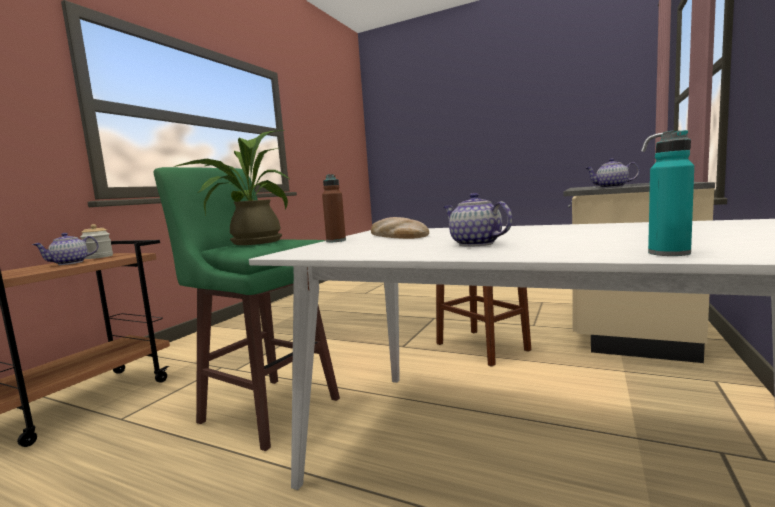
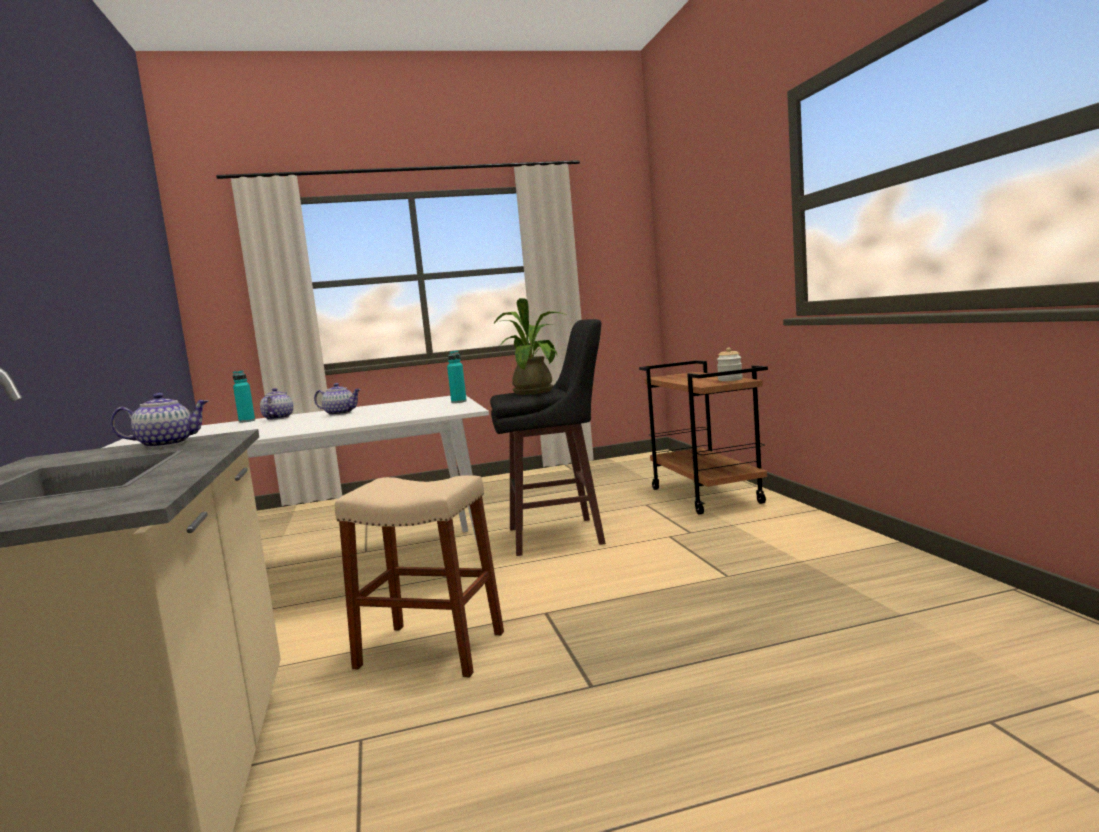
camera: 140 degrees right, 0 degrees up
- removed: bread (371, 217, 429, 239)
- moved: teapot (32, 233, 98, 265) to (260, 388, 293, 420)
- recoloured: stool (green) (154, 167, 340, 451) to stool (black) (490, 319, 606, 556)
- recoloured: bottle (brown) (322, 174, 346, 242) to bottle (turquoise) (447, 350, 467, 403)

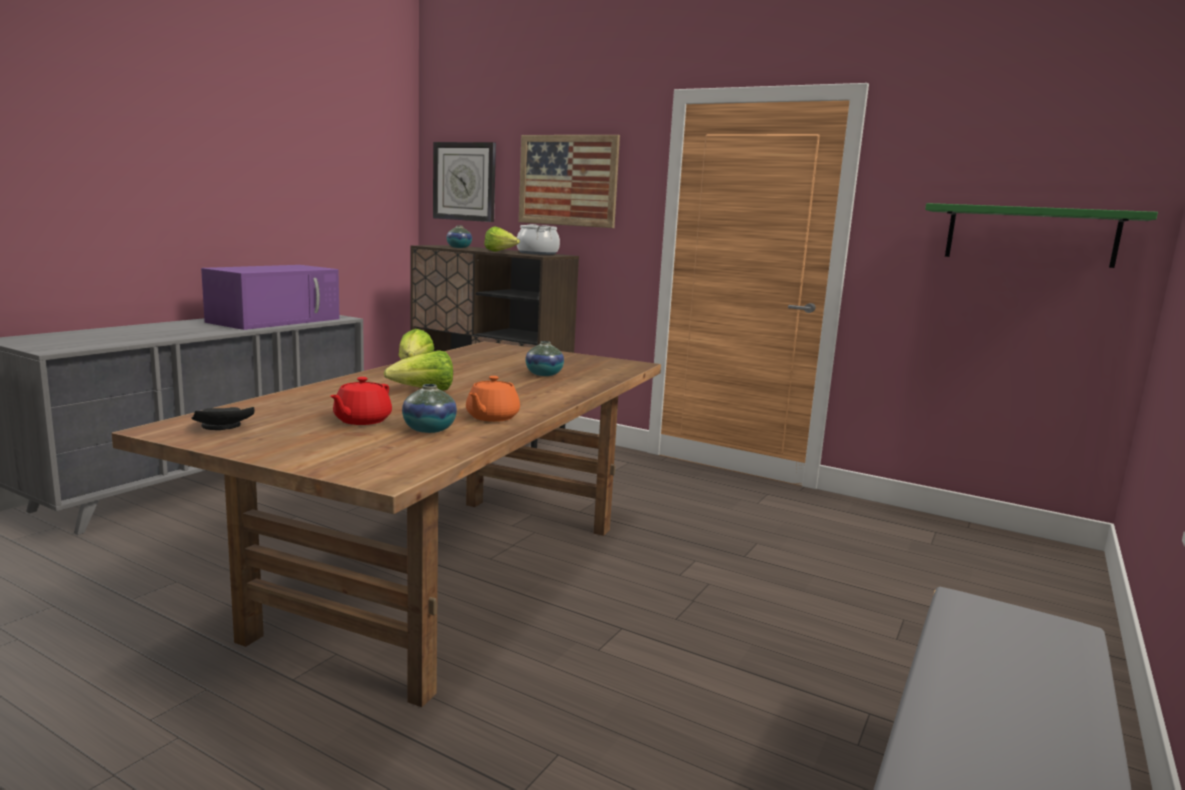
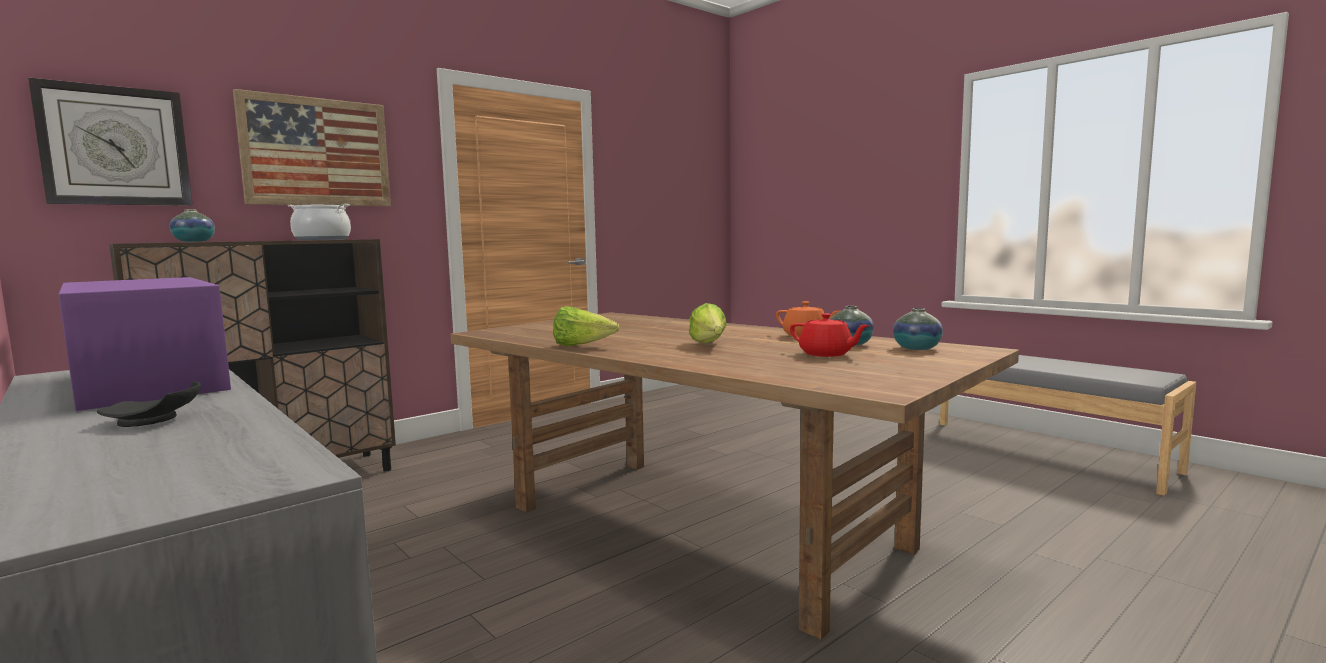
camera: 70 degrees left, 5 degrees down
- removed: lettuce (484, 227, 520, 252)
- removed: shelf (green) (925, 203, 1158, 268)
- moved: plate (black) (191, 407, 255, 430) to (97, 381, 201, 427)
- moved: vase (525, 341, 564, 376) to (893, 308, 943, 350)

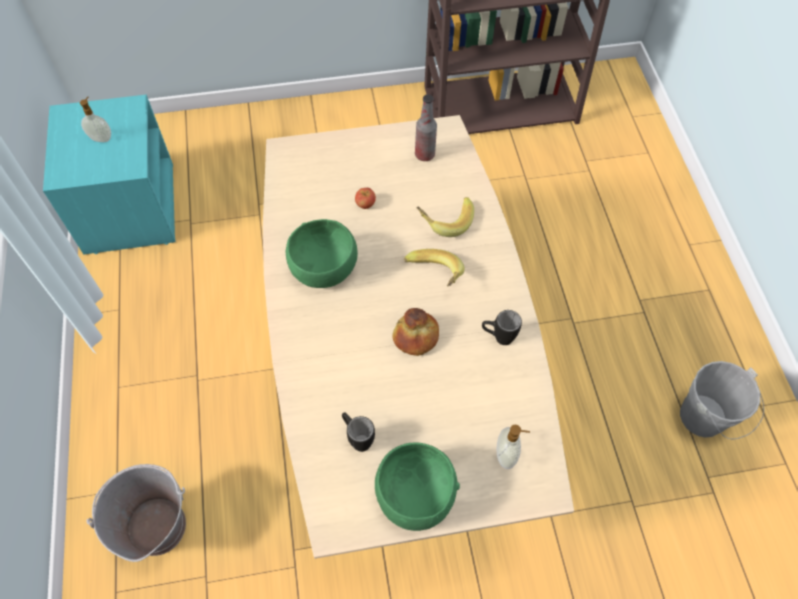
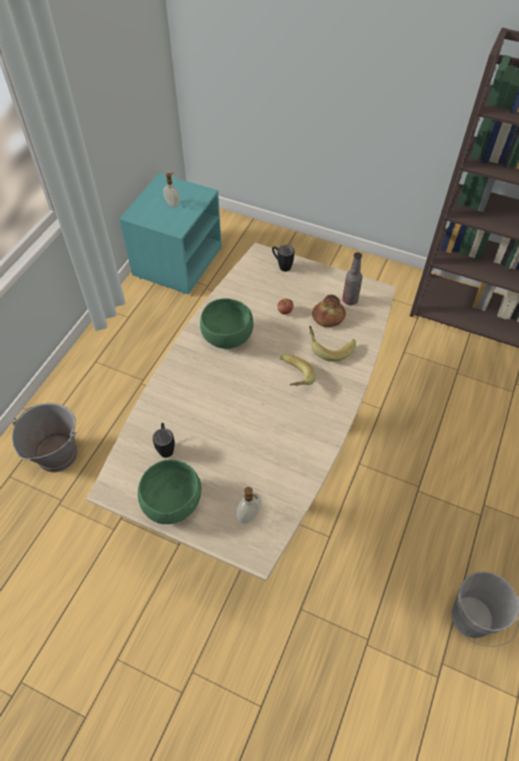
camera: 35 degrees right, 5 degrees down
- moved: bread (392, 308, 439, 356) to (312, 294, 346, 327)
- moved: mug (black) (482, 310, 522, 345) to (272, 245, 294, 272)

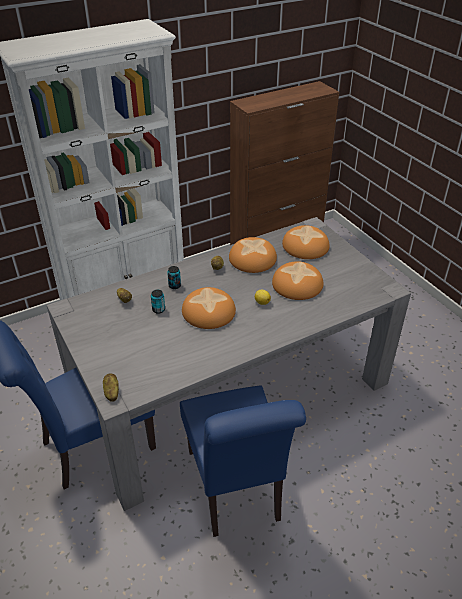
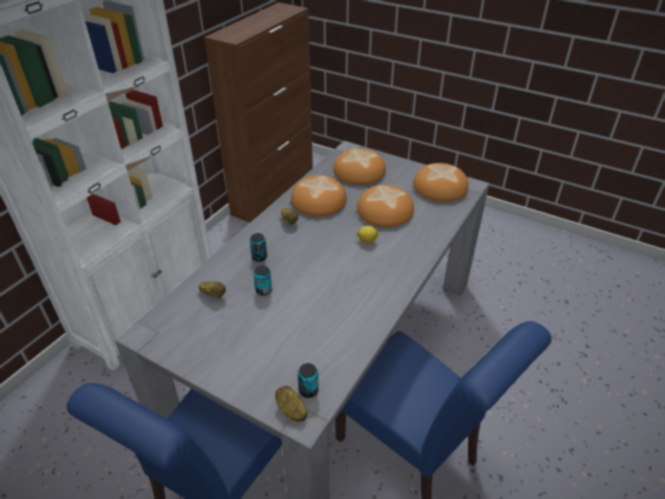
camera: 30 degrees left, 0 degrees up
- added: can (298, 363, 319, 398)
- moved: bread (182, 287, 236, 329) to (413, 163, 469, 201)

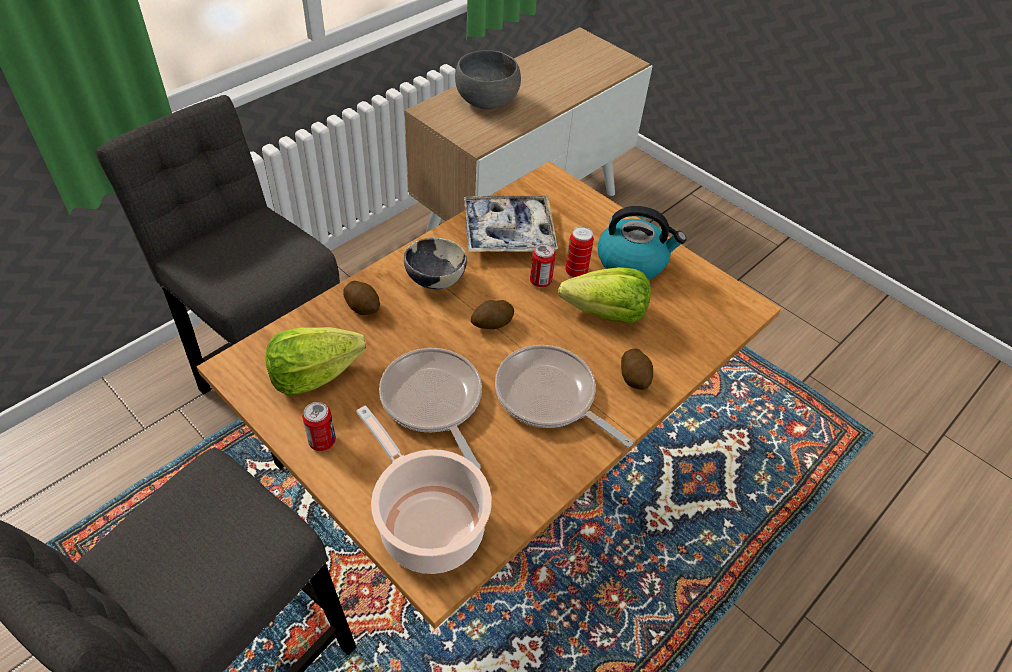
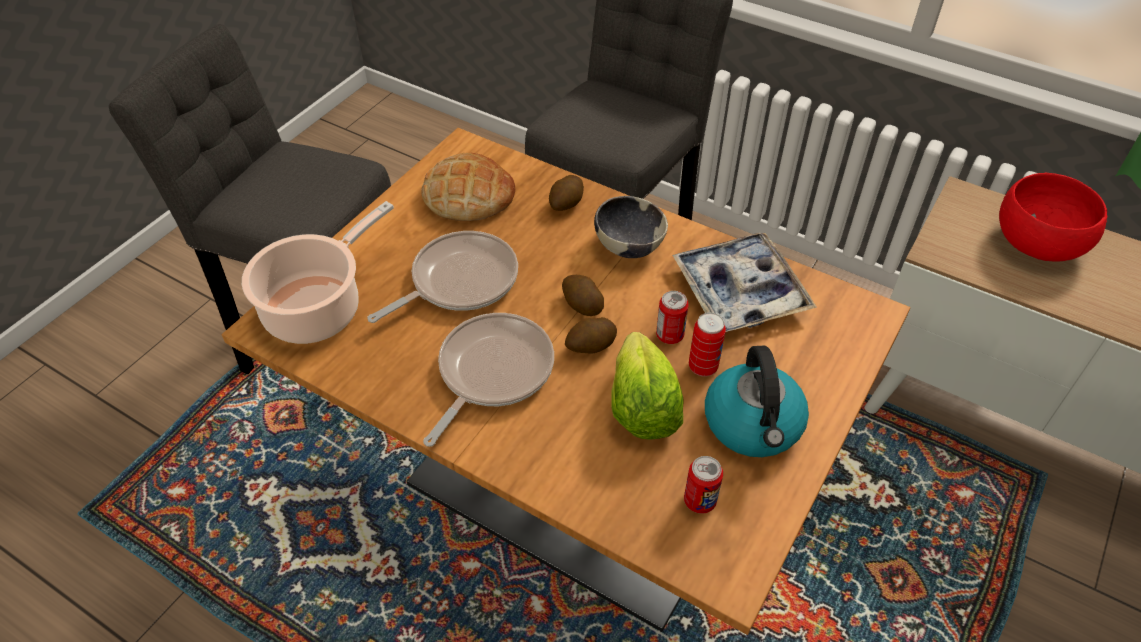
camera: 80 degrees right, 0 degrees up
- moved: can (302, 402, 336, 451) to (684, 456, 723, 514)
- moved: potato (621, 349, 653, 390) to (565, 317, 617, 353)
- replaced: lettuce (266, 327, 366, 395) to bread (421, 153, 515, 221)
- recoloured: bowl (grey) (455, 50, 521, 109) to bowl (red) (999, 173, 1107, 262)

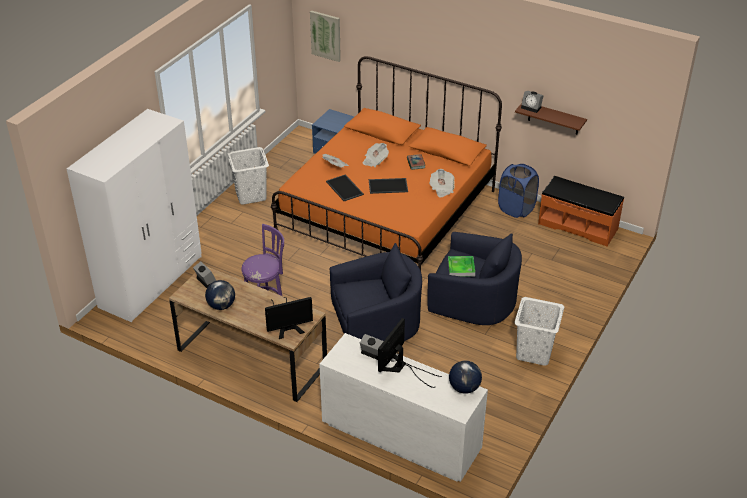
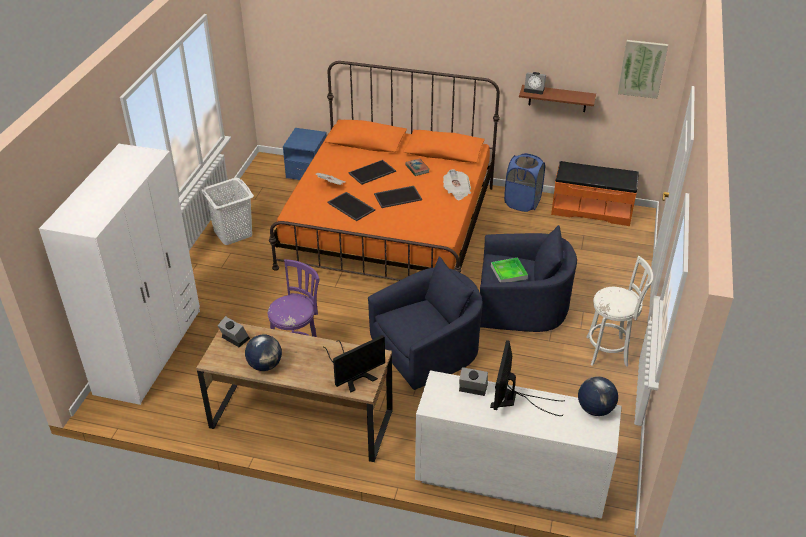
camera: 15 degrees left, 0 degrees up
- moved: picture (310, 10, 341, 62) to (618, 40, 668, 99)
- replaced: newspaper (362, 143, 389, 167) to tray (349, 160, 396, 185)
- replaced: laundry basket (white) (514, 297, 564, 366) to stool (white) (586, 256, 653, 367)

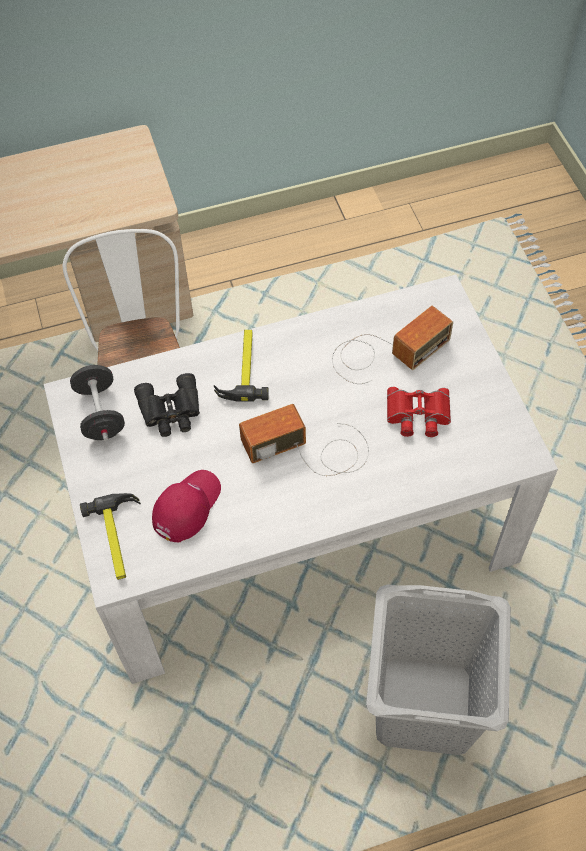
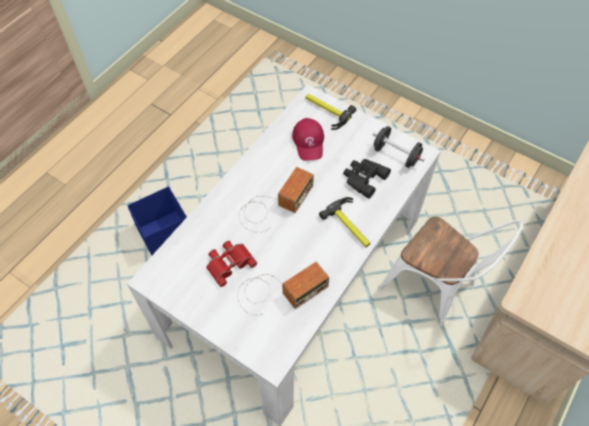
camera: 140 degrees right, 0 degrees up
- replaced: laundry basket (grey) (366, 584, 511, 755) to storage box (blue) (127, 186, 187, 255)
- turned: radio (332, 306, 453, 384) = (237, 262, 329, 316) 135 degrees counterclockwise

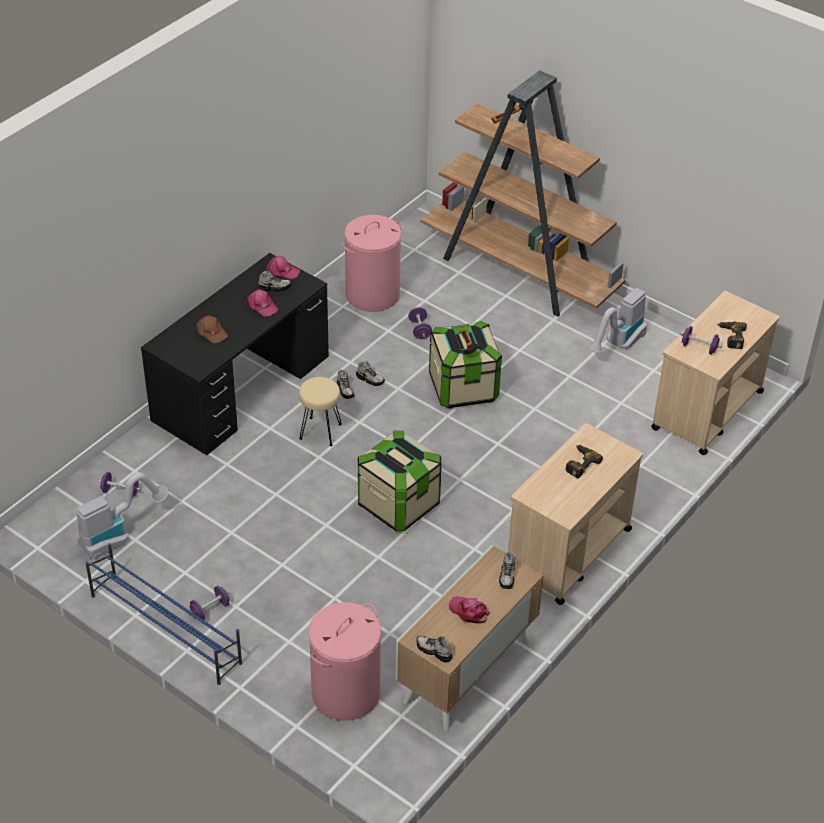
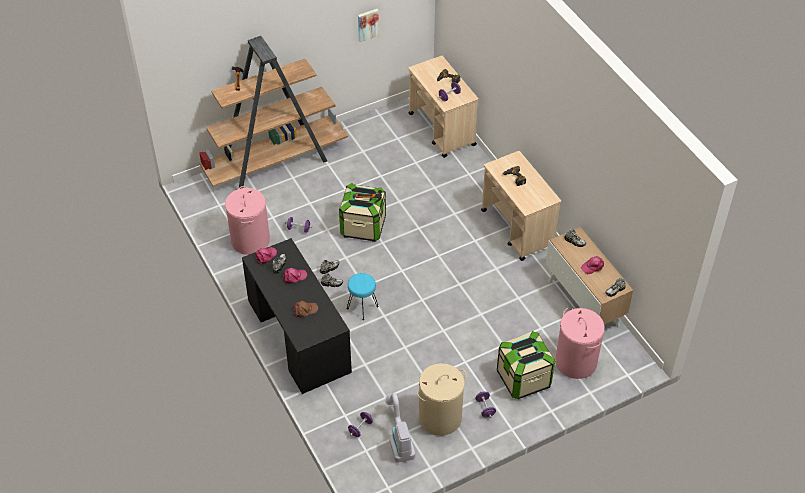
camera: 65 degrees left, 5 degrees up
- removed: shoe rack (blue) (86, 543, 242, 685)
- removed: vacuum cleaner (587, 288, 647, 353)
- added: picture (358, 9, 379, 42)
- added: laundry basket (beige) (417, 363, 467, 436)
- moved: storage box (358, 431, 442, 531) to (497, 331, 555, 399)
- recoloured: stool (beige) (299, 377, 342, 446) to stool (turquoise) (347, 273, 379, 320)

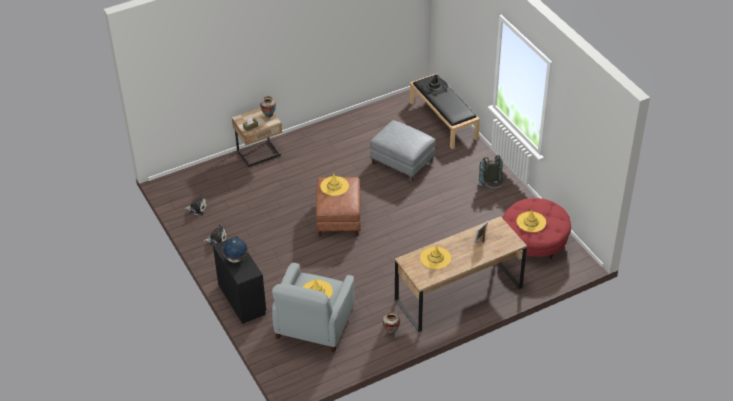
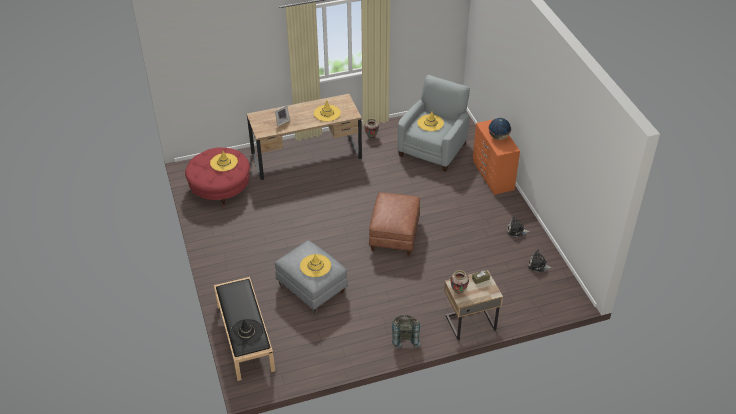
camera: 170 degrees left, 0 degrees up
- moved: hat (yellow) (320, 174, 349, 196) to (300, 254, 331, 277)
- moved: backpack (grey) (477, 155, 505, 189) to (392, 315, 420, 348)
- recoloured: dresser (black) (213, 236, 266, 324) to dresser (orange) (473, 119, 520, 195)

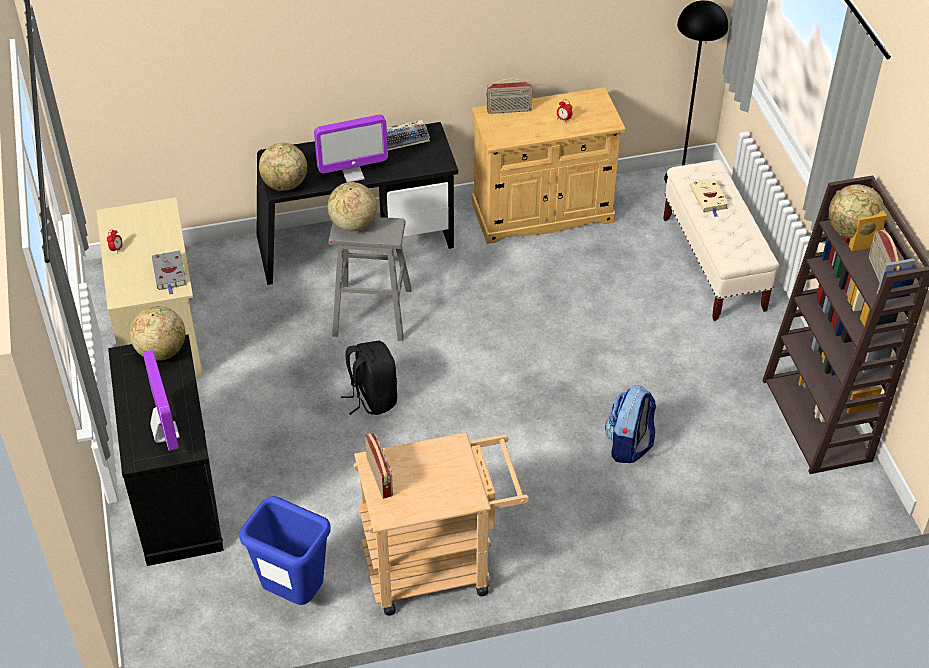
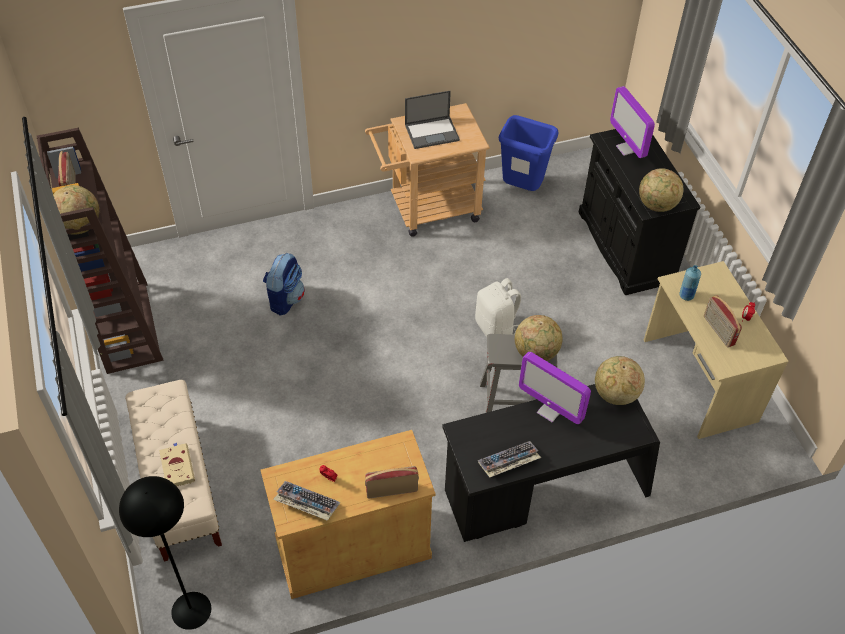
camera: 175 degrees right, 5 degrees up
- added: keyboard (273, 481, 340, 521)
- added: laptop (405, 91, 460, 149)
- moved: radio (365, 433, 393, 499) to (704, 296, 742, 347)
- replaced: book (grey) (152, 251, 187, 295) to bottle (blue) (679, 265, 701, 301)
- recoloured: backpack (black) (341, 341, 397, 415) to backpack (white) (475, 278, 521, 337)
- turned: monitor (314, 115, 388, 183) = (519, 352, 591, 424) 120 degrees counterclockwise

